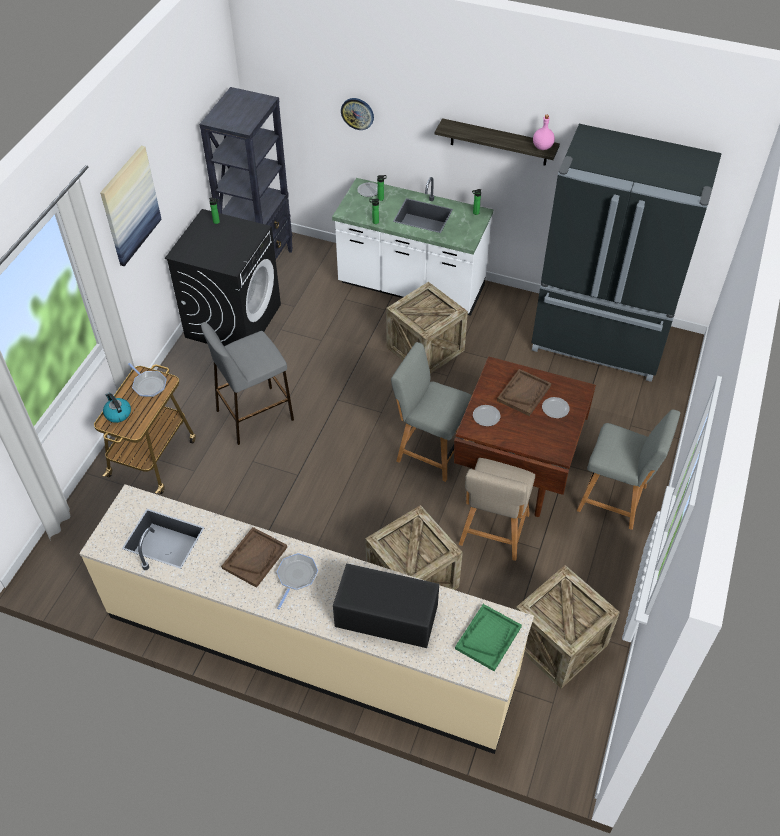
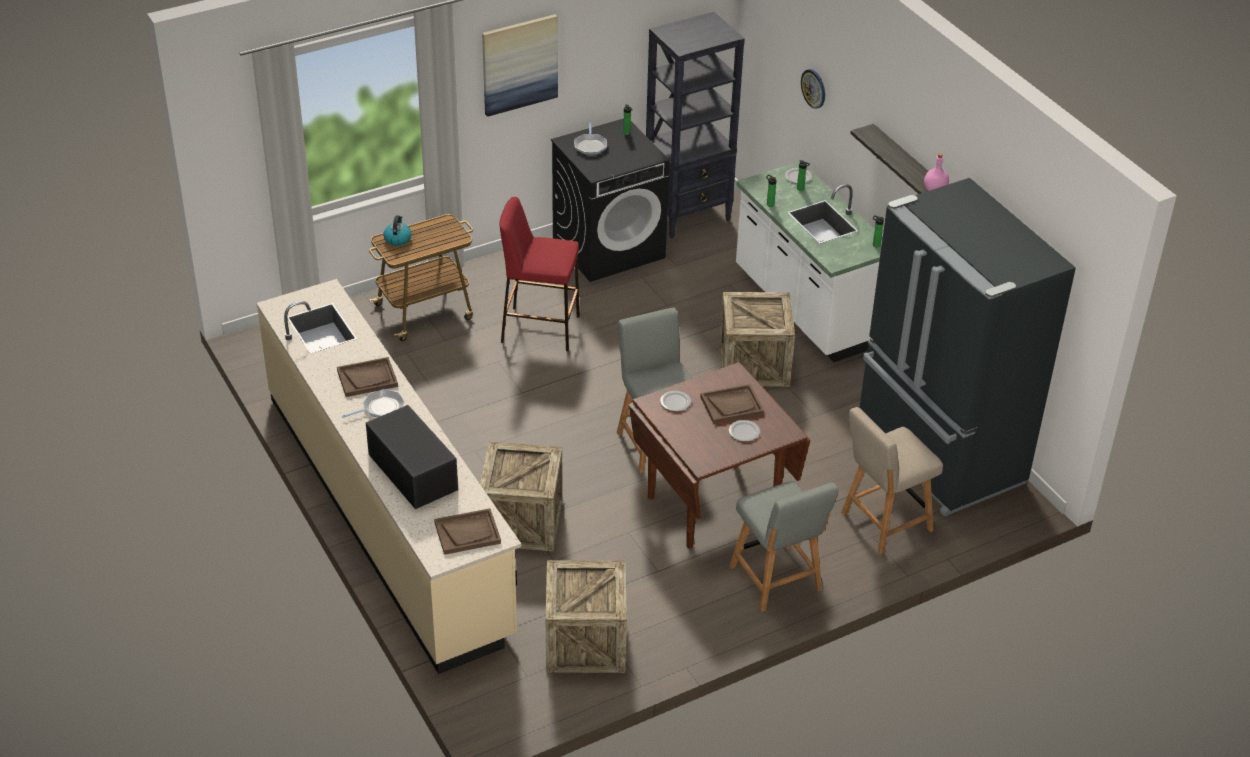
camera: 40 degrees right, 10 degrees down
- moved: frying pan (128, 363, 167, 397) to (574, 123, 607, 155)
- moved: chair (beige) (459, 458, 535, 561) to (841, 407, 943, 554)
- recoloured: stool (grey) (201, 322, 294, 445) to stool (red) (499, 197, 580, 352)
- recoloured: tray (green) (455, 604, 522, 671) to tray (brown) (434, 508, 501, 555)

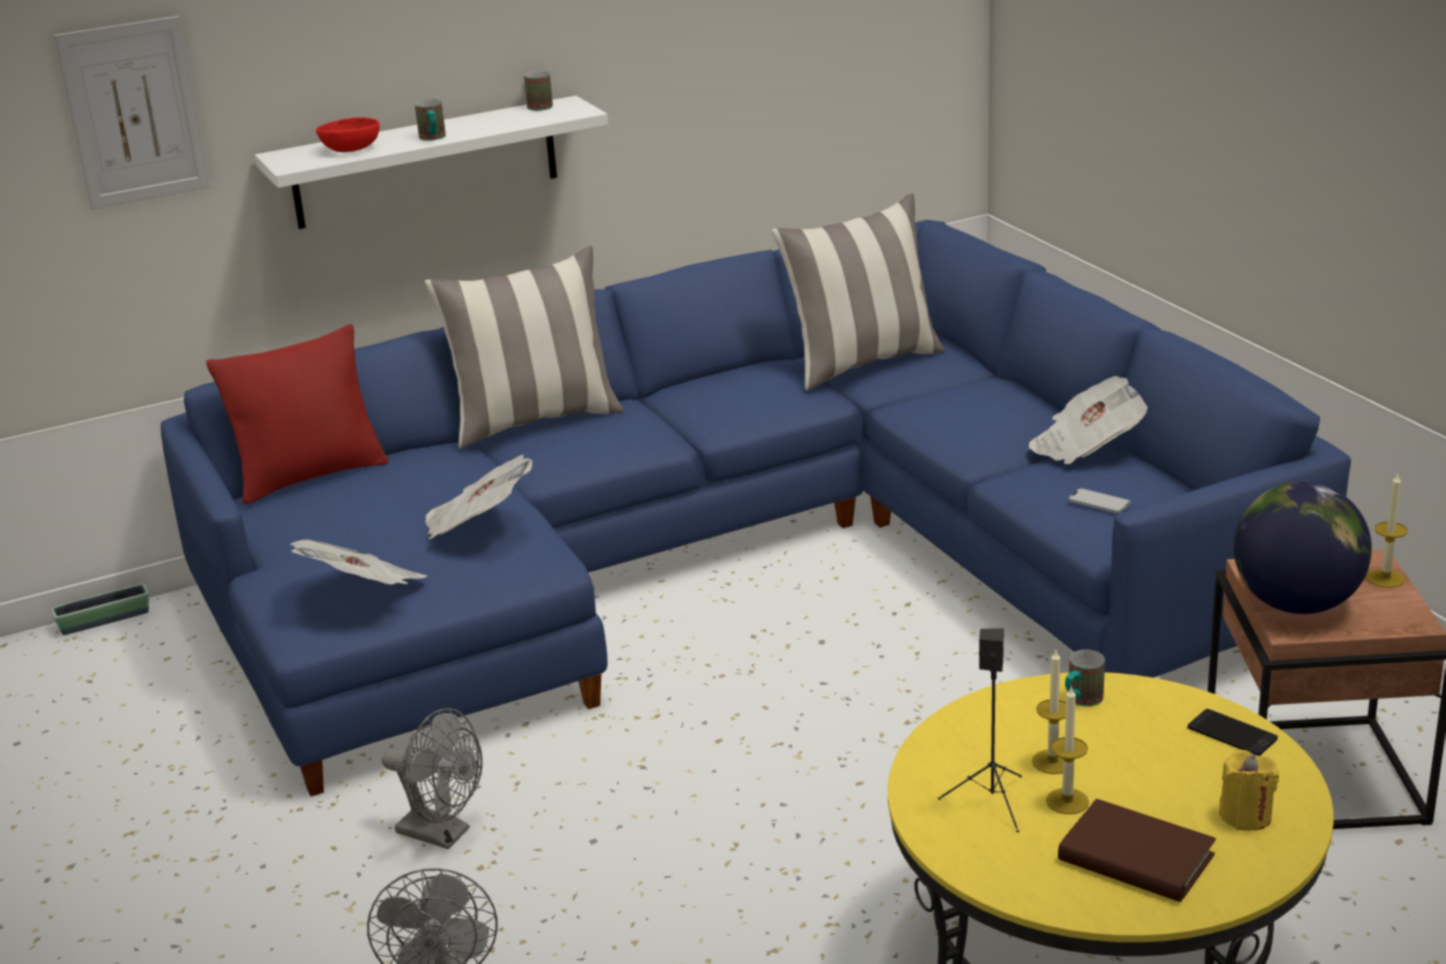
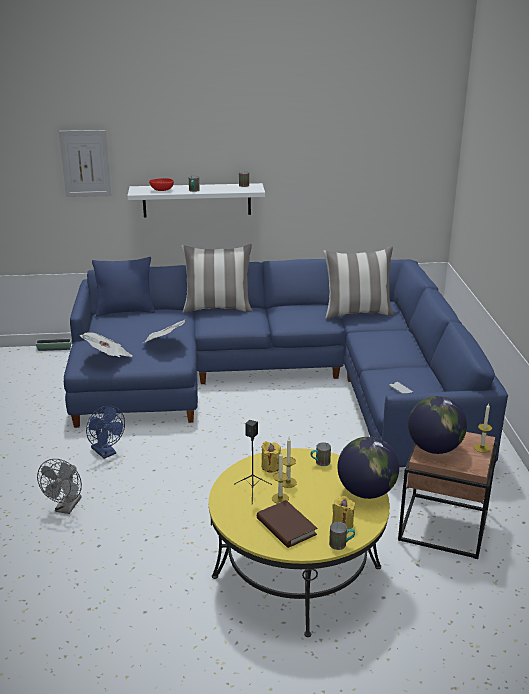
camera: 20 degrees right, 0 degrees up
- removed: newspaper (1029, 376, 1148, 464)
- added: candle (yellow) (262, 441, 281, 472)
- added: mug (329, 522, 355, 550)
- replaced: phone (1188, 709, 1278, 756) to globe (338, 437, 399, 499)
- recoloured: pillow (red) (206, 324, 388, 504) to pillow (blue) (92, 257, 155, 317)
- recoloured: fan (grey) (382, 708, 483, 849) to fan (blue) (86, 406, 125, 459)

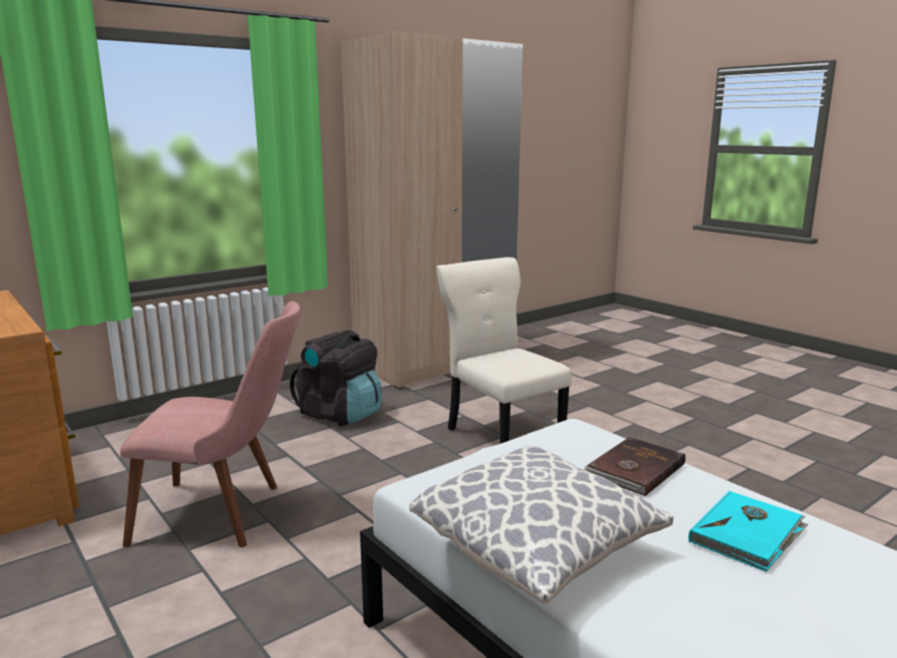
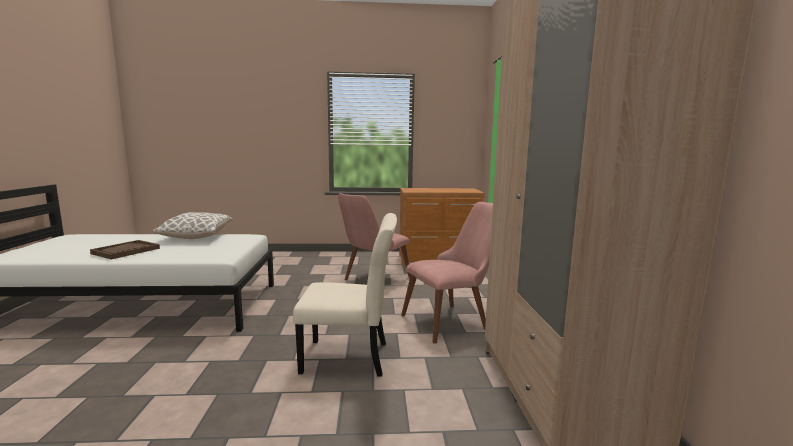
camera: 125 degrees right, 5 degrees down
- removed: book (brown) (583, 437, 686, 496)
- replaced: backpack (black) (290, 330, 382, 426) to chair (pink) (401, 202, 493, 344)
- replaced: book (turquoise) (688, 491, 808, 572) to tray (brown) (90, 240, 160, 259)

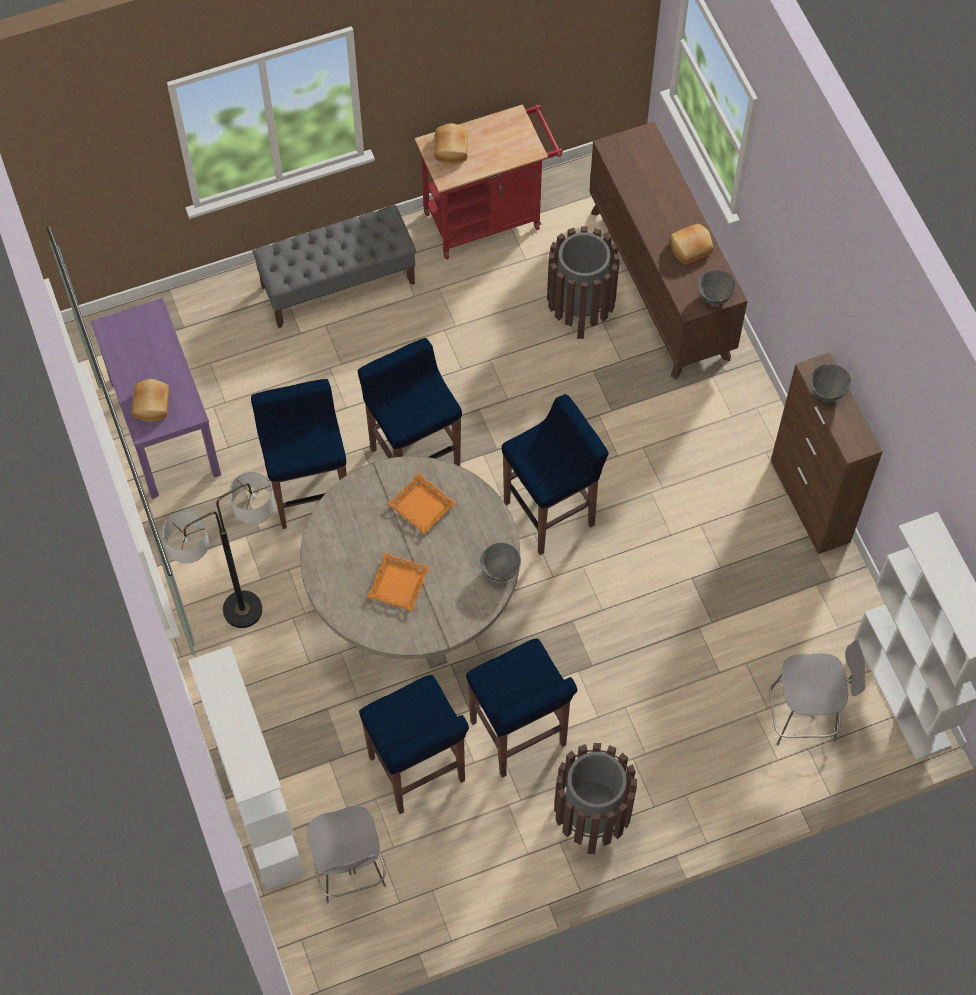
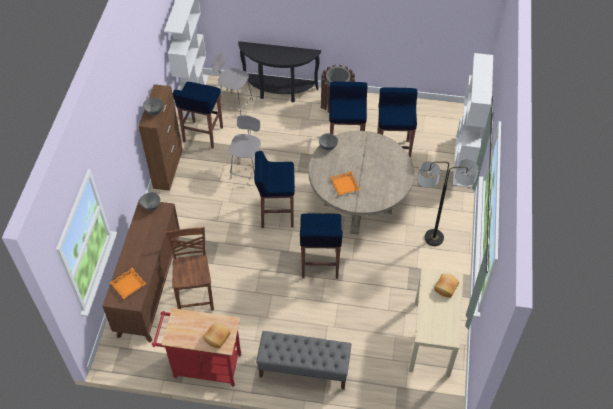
camera: 150 degrees left, 10 degrees down
- removed: bread (670, 224, 713, 265)
- added: console table (black) (238, 41, 321, 102)
- moved: stool (blue) (251, 379, 347, 529) to (173, 82, 223, 149)
- moved: chair (grey) (307, 806, 386, 903) to (229, 115, 261, 179)
- moved: tray (orange) (367, 553, 430, 611) to (110, 268, 147, 299)
- replaced: trash can (brown) (547, 227, 620, 339) to chair (brown) (166, 227, 214, 310)
- recoloured: console table (purple) (90, 298, 221, 499) to console table (beige) (409, 268, 463, 378)

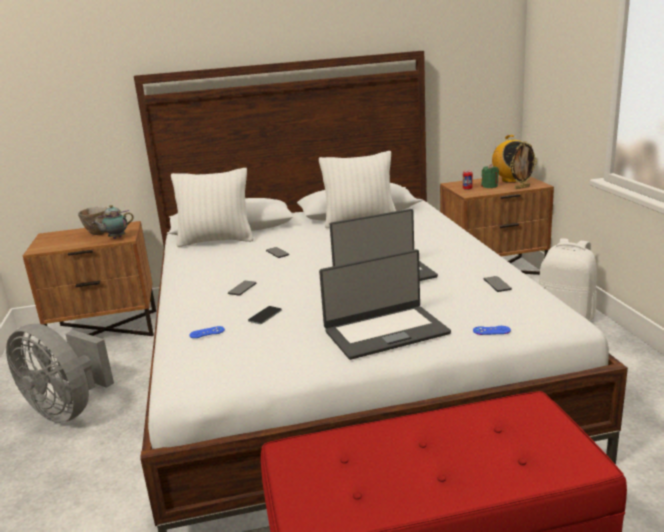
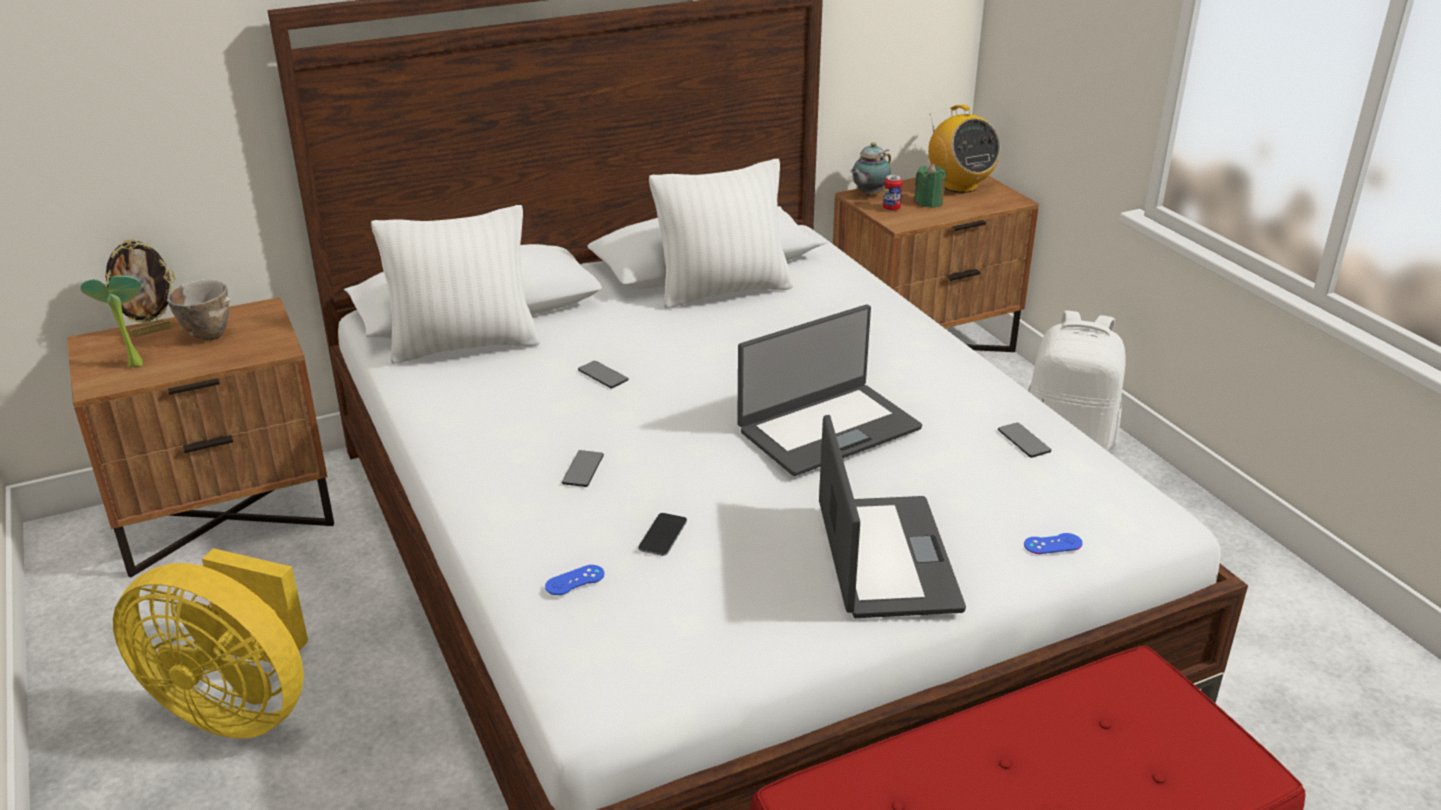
camera: 15 degrees left, 10 degrees up
- added: potted plant (81, 276, 143, 368)
- moved: teapot (92, 205, 134, 239) to (850, 142, 891, 196)
- moved: picture frame (510, 141, 537, 189) to (104, 239, 175, 337)
- recoloured: fan (grey) (6, 324, 114, 423) to fan (yellow) (113, 548, 308, 739)
- turned: laptop (319, 249, 451, 360) = (819, 415, 966, 618) 60 degrees counterclockwise

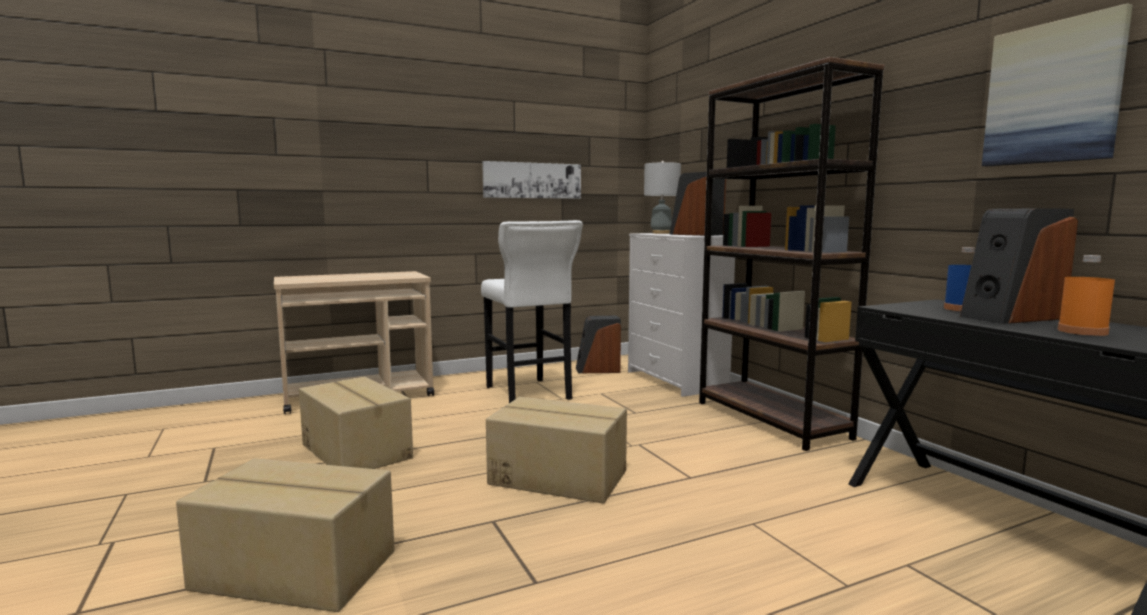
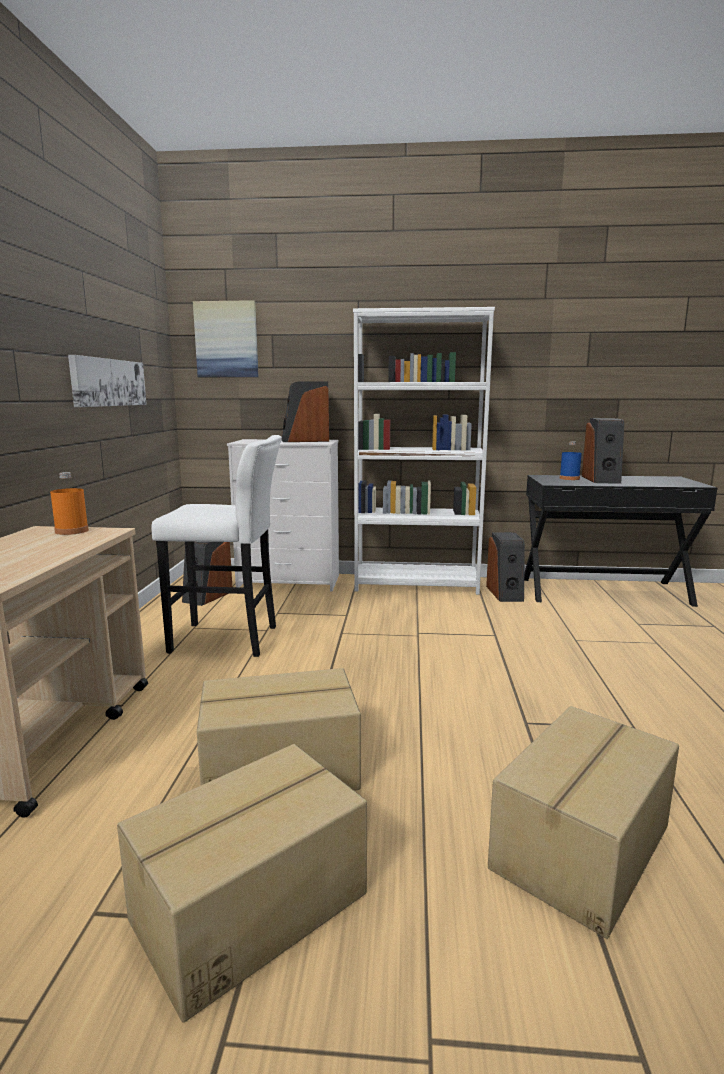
camera: 60 degrees left, 5 degrees up
- removed: table lamp (grey) (644, 161, 681, 234)
- added: speaker (486, 532, 525, 602)
- moved: cardboard box (486, 397, 627, 503) to (117, 744, 367, 1023)
- moved: picture (982, 4, 1133, 166) to (193, 300, 258, 377)
- moved: bottle (orange) (1058, 255, 1115, 336) to (50, 472, 89, 535)
- recoloured: bookcase (brown) (699, 57, 885, 451) to bookcase (white) (353, 307, 495, 595)

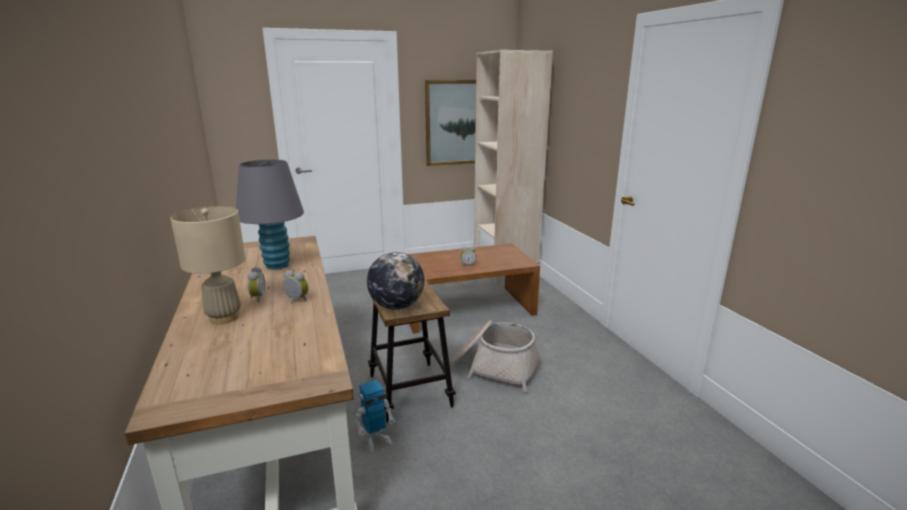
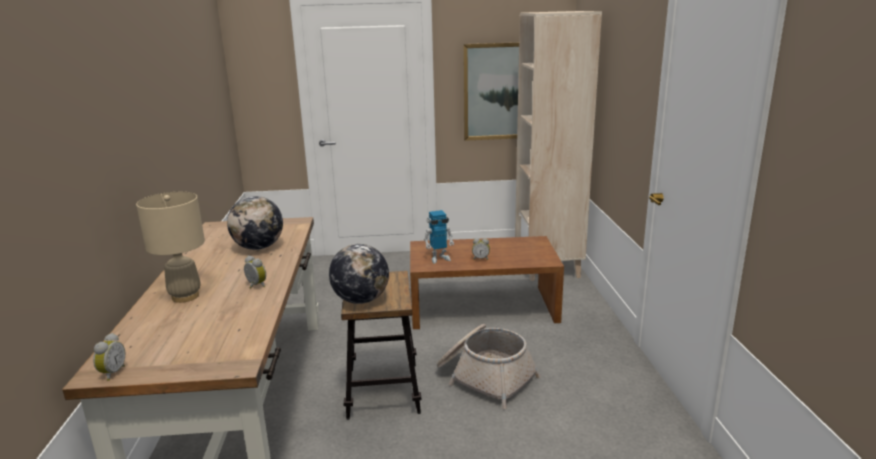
camera: 15 degrees right, 0 degrees up
- moved: alarm clock (248, 266, 265, 302) to (93, 333, 125, 381)
- moved: toy robot (355, 380, 395, 453) to (424, 210, 454, 263)
- replaced: table lamp (grey) (236, 159, 304, 270) to globe (227, 196, 283, 250)

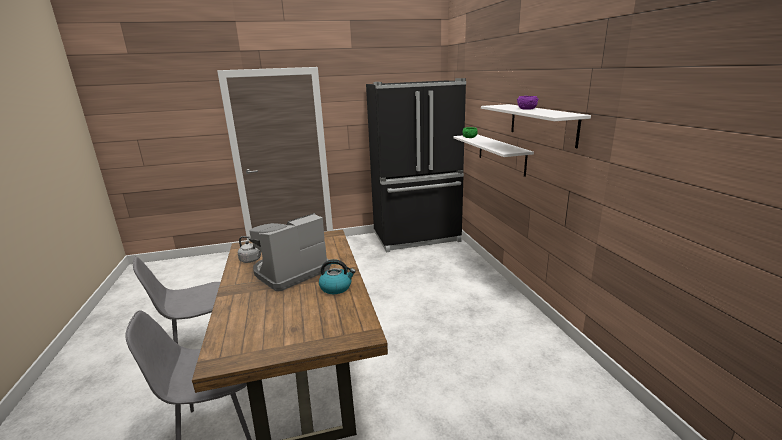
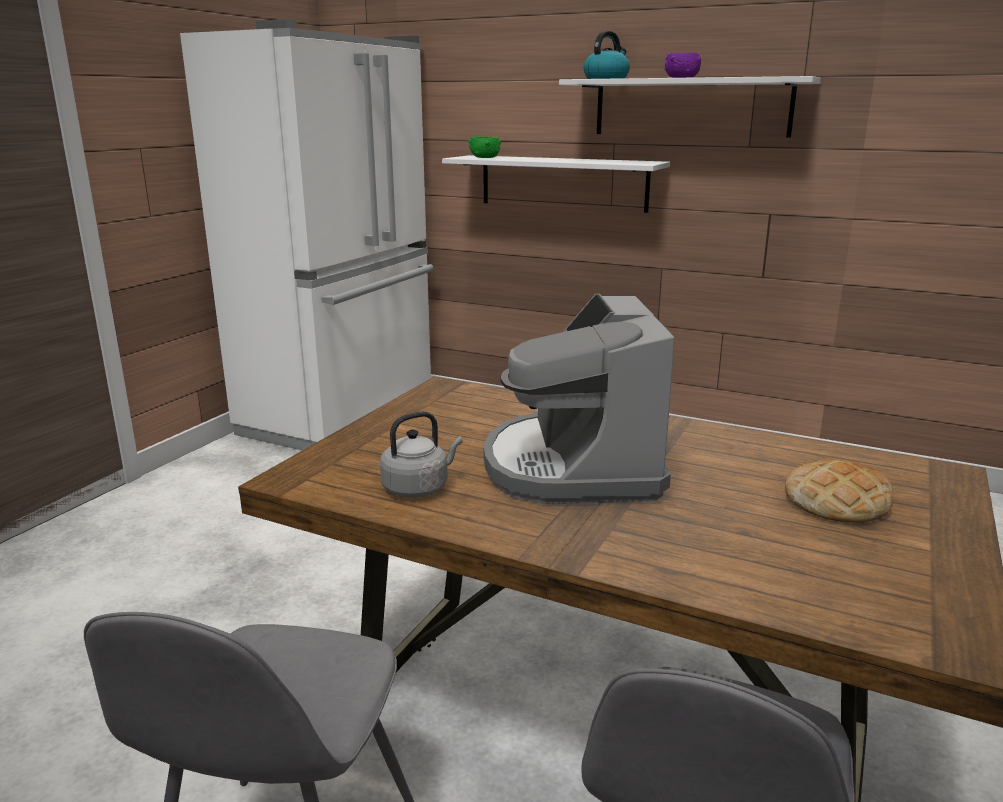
camera: 50 degrees left, 0 degrees up
- added: bread (785, 459, 894, 523)
- moved: kettle (319, 259, 356, 294) to (583, 31, 630, 79)
- recoloured: fridge (black) (366, 78, 466, 252) to fridge (white) (180, 19, 433, 450)

